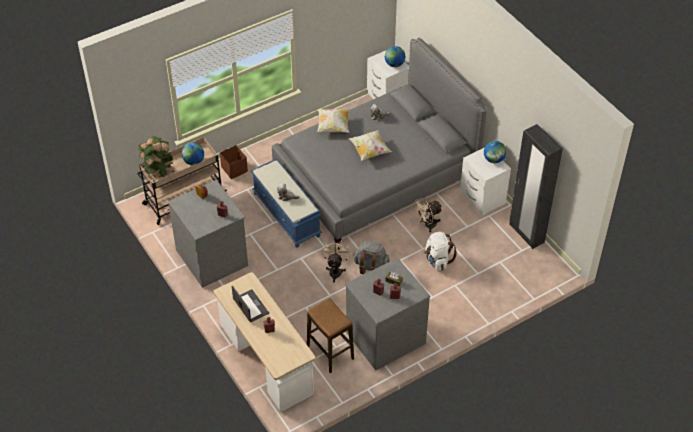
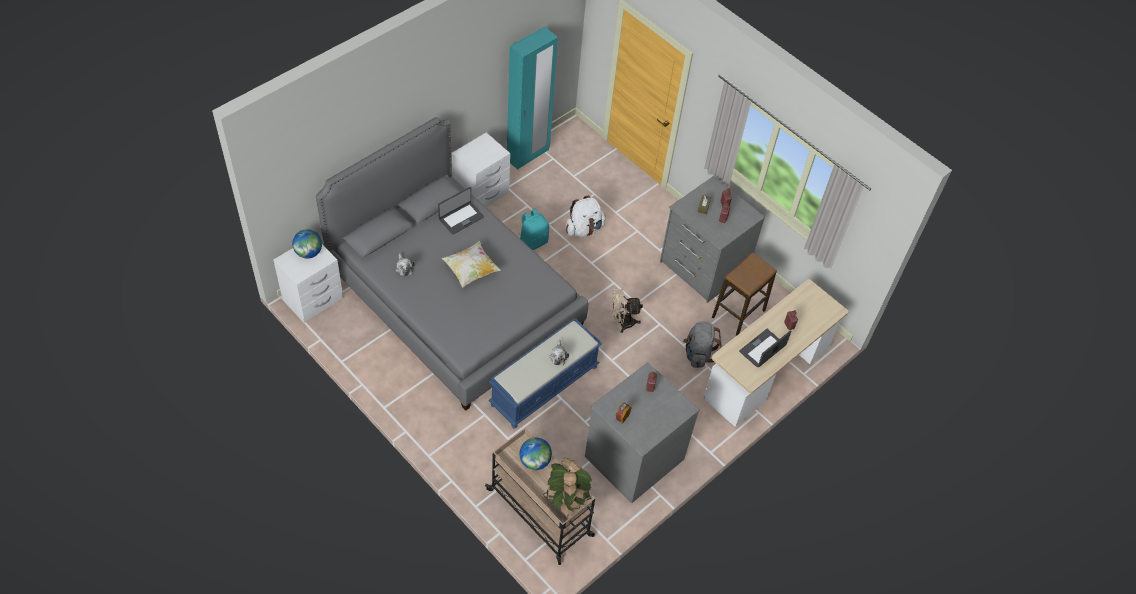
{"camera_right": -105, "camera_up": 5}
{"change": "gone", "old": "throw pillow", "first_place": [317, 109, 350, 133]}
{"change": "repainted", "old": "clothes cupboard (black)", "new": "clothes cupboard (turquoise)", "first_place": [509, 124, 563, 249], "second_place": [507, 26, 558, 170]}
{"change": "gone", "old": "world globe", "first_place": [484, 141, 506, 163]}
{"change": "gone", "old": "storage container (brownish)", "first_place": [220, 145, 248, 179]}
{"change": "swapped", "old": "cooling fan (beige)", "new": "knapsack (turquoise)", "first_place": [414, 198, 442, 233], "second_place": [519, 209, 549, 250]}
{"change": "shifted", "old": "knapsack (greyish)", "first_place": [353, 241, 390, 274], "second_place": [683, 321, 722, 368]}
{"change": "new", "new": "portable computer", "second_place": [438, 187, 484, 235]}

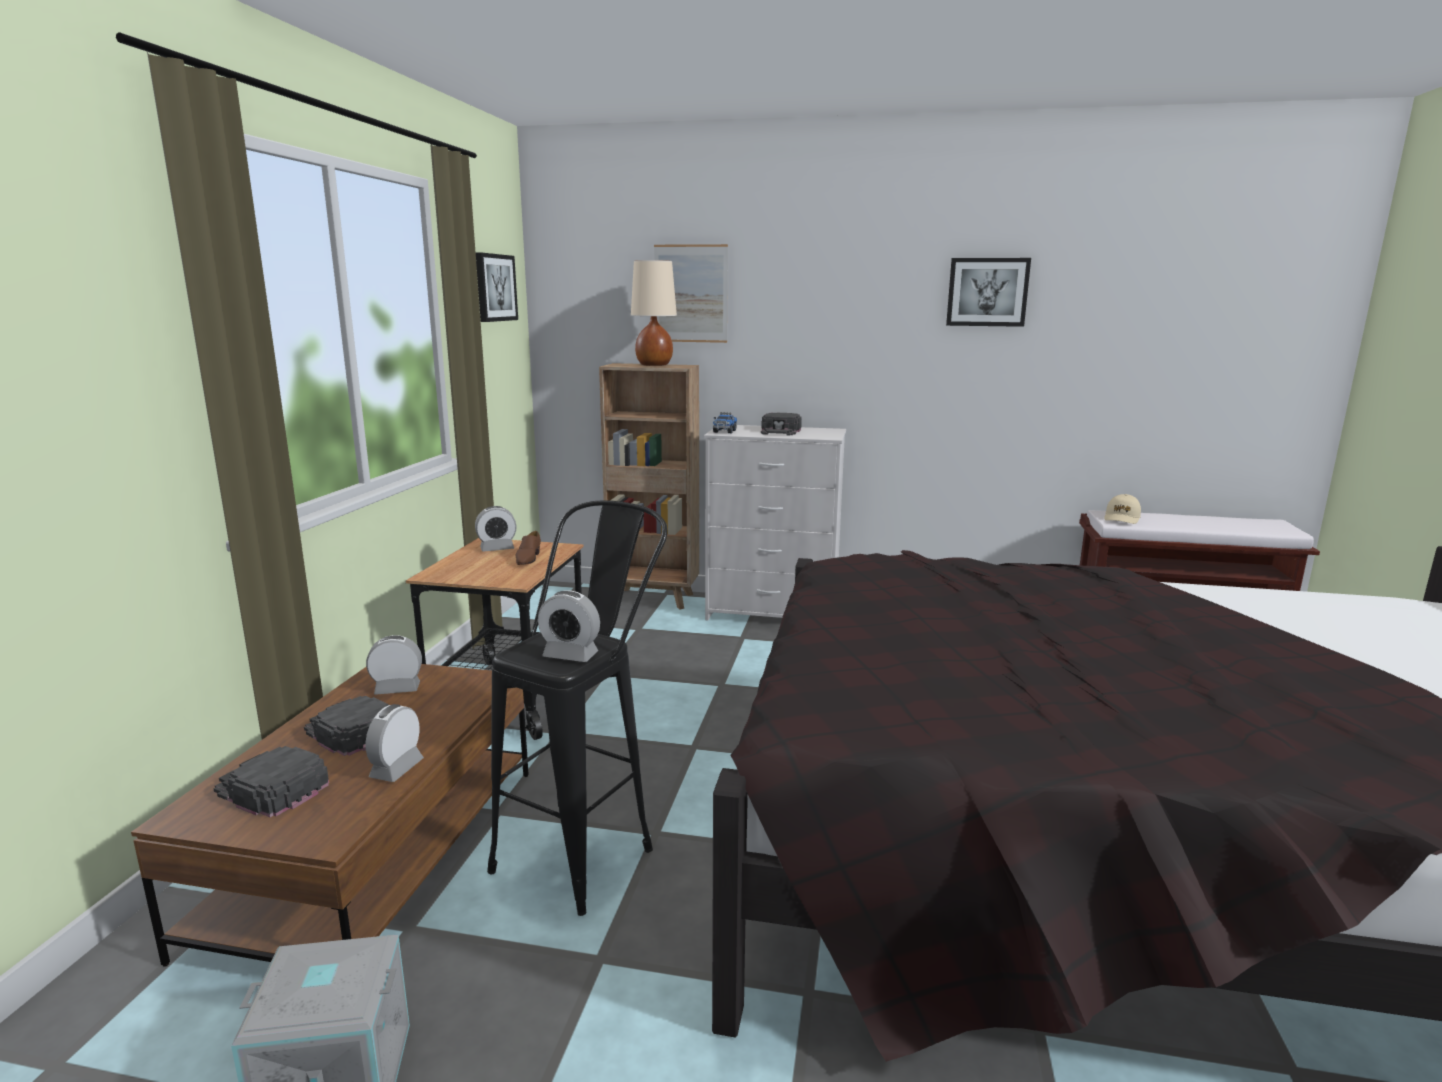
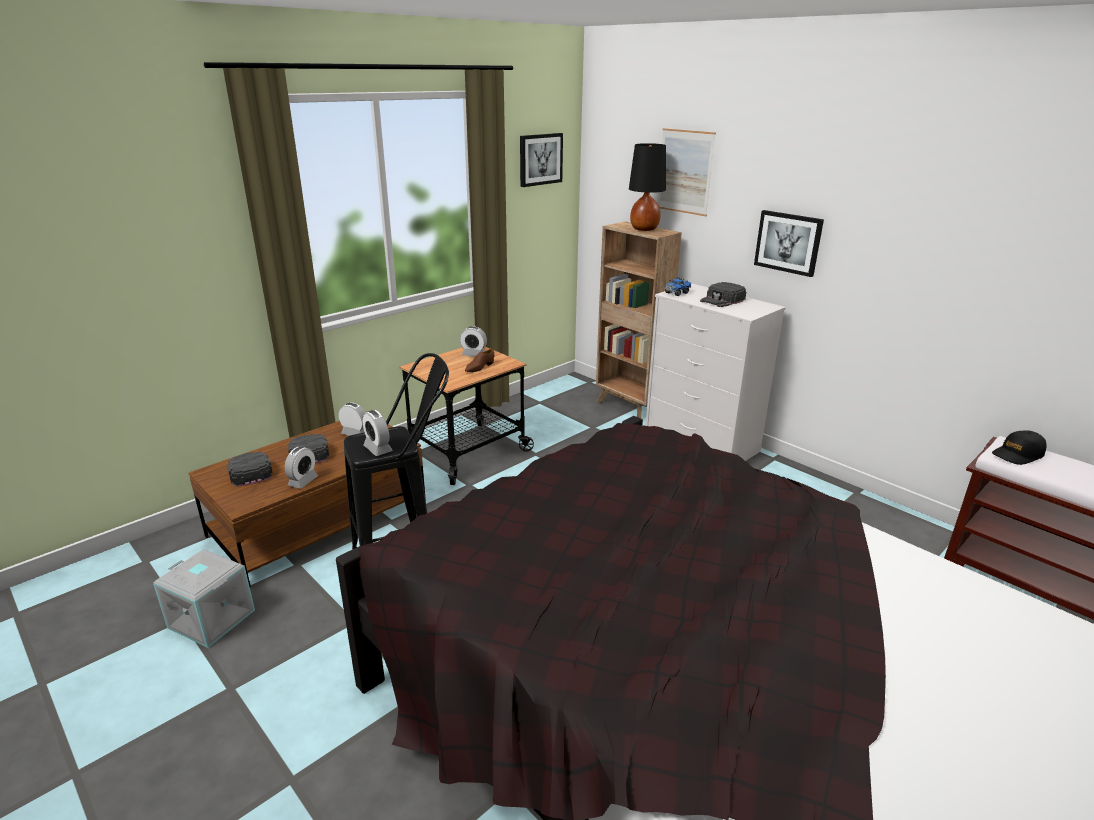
{"camera_right": 35, "camera_up": 10}
{"change": "shifted", "old": "wall picture", "first_place": [946, 258, 1031, 327], "second_place": [754, 210, 824, 277]}
{"change": "repainted", "old": "table lamp (beige)", "new": "table lamp (black)", "first_place": [631, 260, 677, 366], "second_place": [629, 143, 666, 231]}
{"change": "repainted", "old": "baseball cap (beige)", "new": "baseball cap (black)", "first_place": [1104, 494, 1141, 524], "second_place": [992, 430, 1047, 465]}
{"change": "rotated", "old": "alarm clock", "first_place": [365, 704, 424, 782], "second_place": [285, 447, 318, 489], "degrees": 150}

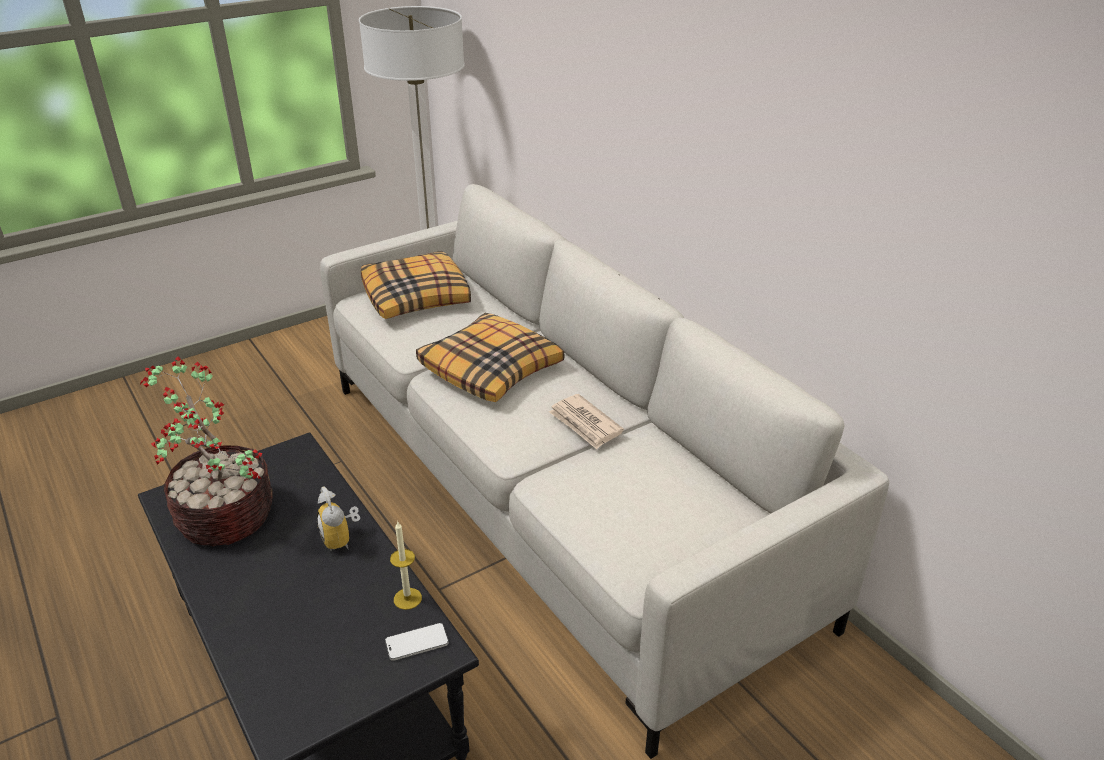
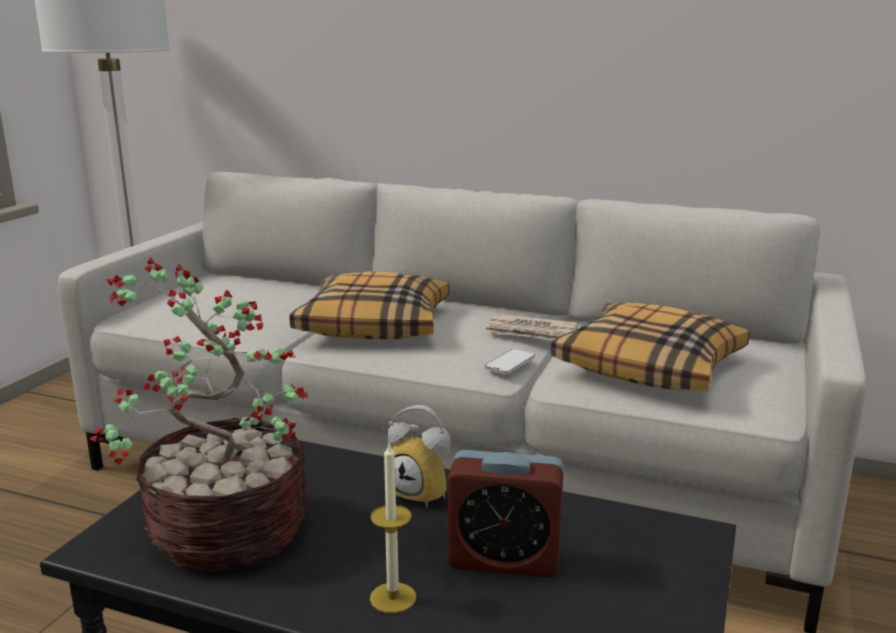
{"camera_right": -35, "camera_up": -15}
{"change": "shifted", "old": "throw pillow", "first_place": [361, 251, 471, 319], "second_place": [551, 303, 750, 391]}
{"change": "shifted", "old": "candle", "first_place": [390, 522, 422, 610], "second_place": [370, 444, 416, 613]}
{"change": "shifted", "old": "phone", "first_place": [385, 623, 449, 661], "second_place": [485, 349, 535, 374]}
{"change": "new", "new": "alarm clock", "second_place": [448, 450, 564, 578]}

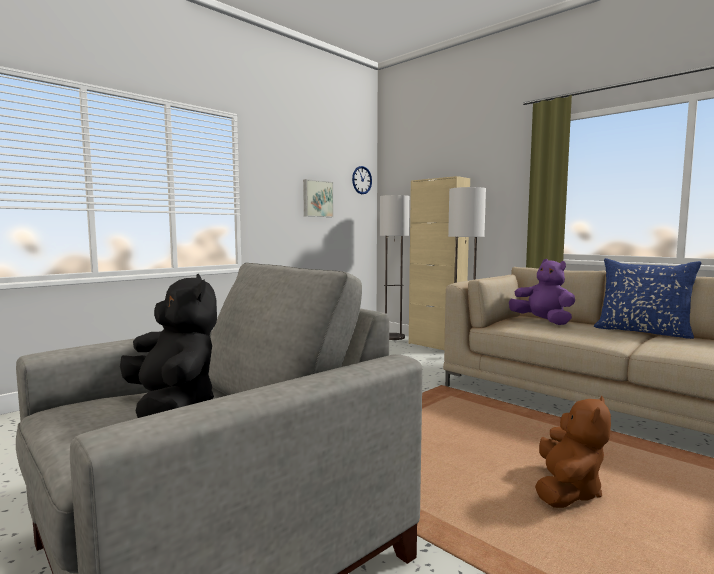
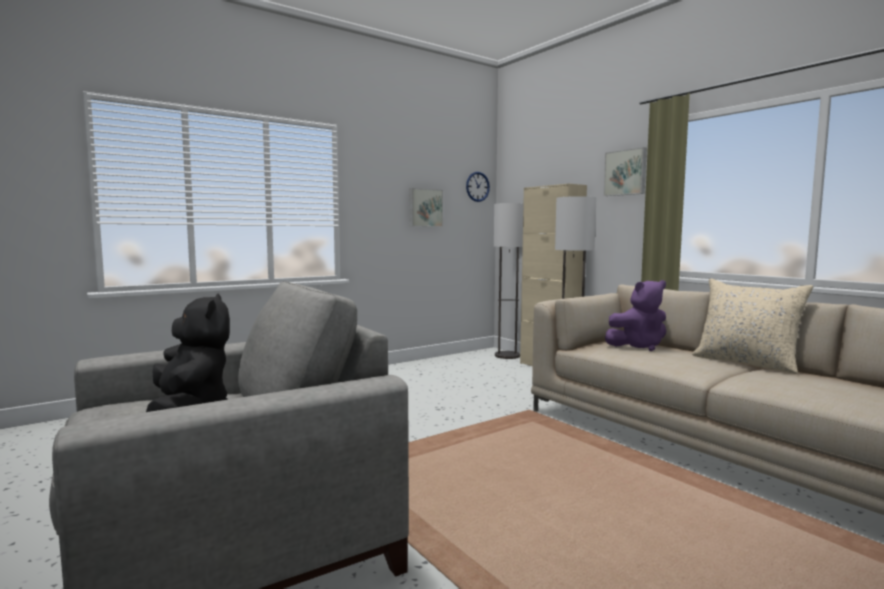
{"camera_right": 10, "camera_up": 0}
{"change": "repainted", "old": "throw pillow (bluish)", "new": "throw pillow (beige)", "first_place": [594, 258, 701, 339], "second_place": [692, 279, 813, 374]}
{"change": "rotated", "old": "cuddly toy (purple)", "first_place": [509, 259, 575, 325], "second_place": [605, 280, 666, 351], "degrees": 105}
{"change": "gone", "old": "cuddly toy (brownish)", "first_place": [535, 396, 611, 508]}
{"change": "new", "new": "wall picture", "second_place": [604, 147, 647, 196]}

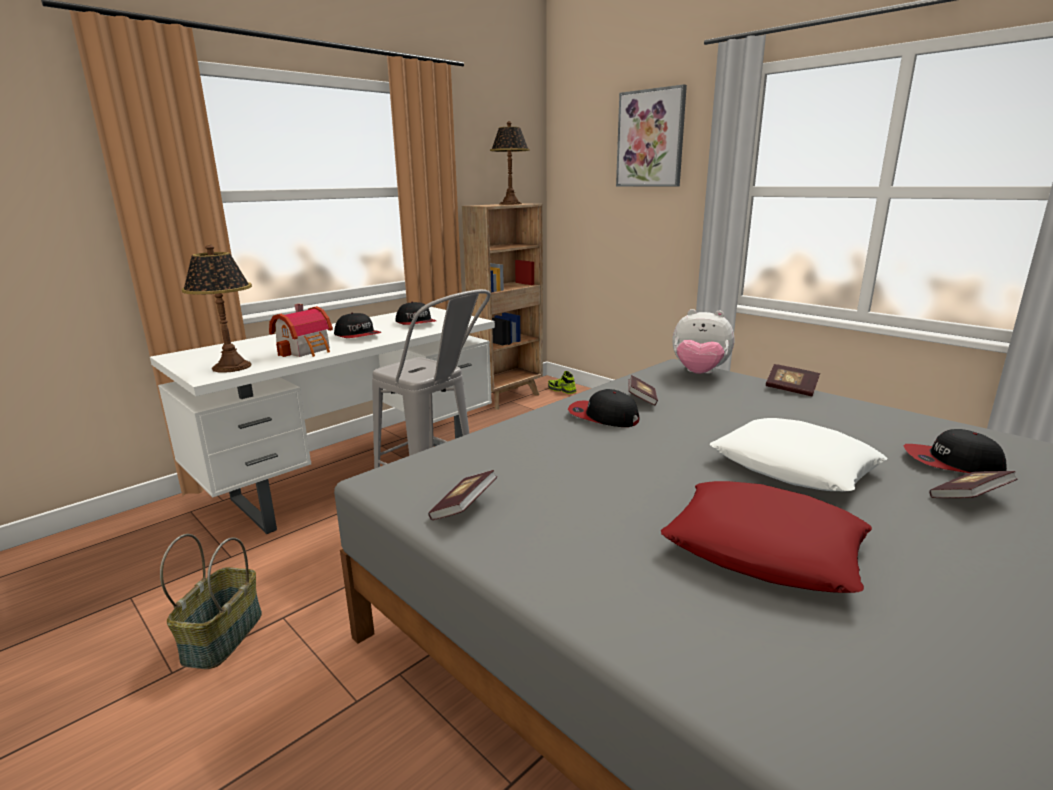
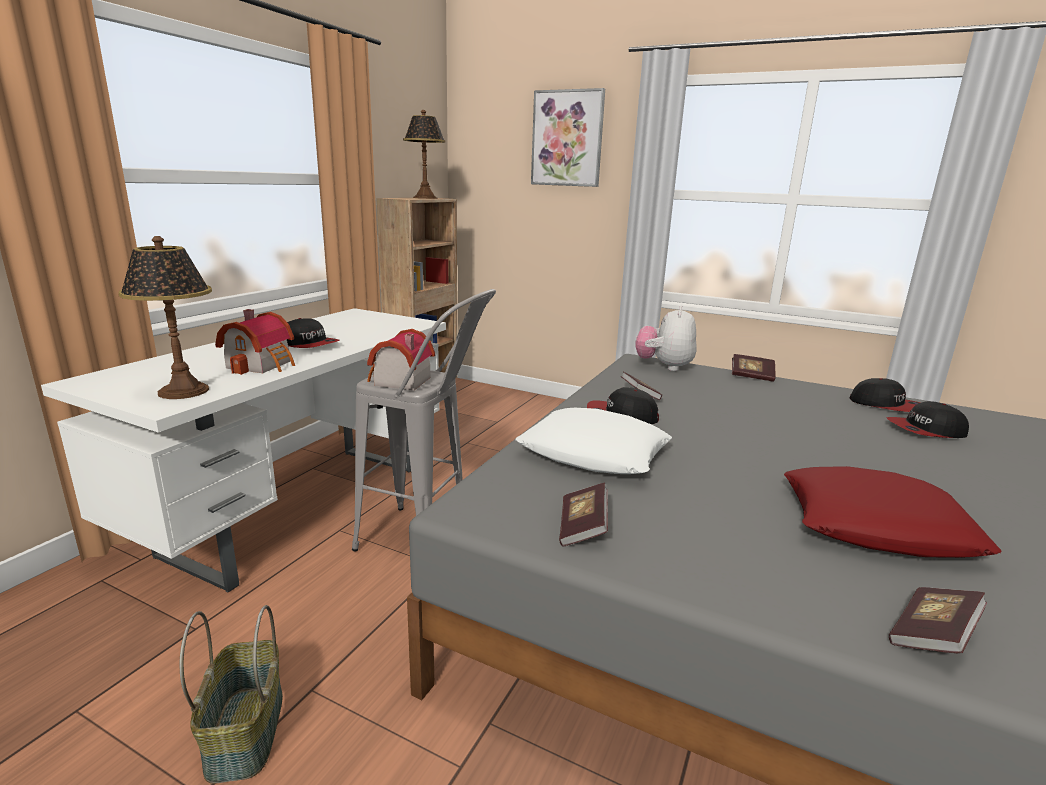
{"camera_right": -20, "camera_up": 0}
{"change": "shifted", "old": "baseball cap", "first_place": [395, 302, 436, 325], "second_place": [850, 378, 920, 412]}
{"change": "rotated", "old": "cuddly toy", "first_place": [673, 309, 734, 374], "second_place": [635, 306, 697, 371], "degrees": 105}
{"change": "gone", "old": "item of footwear", "first_place": [548, 371, 576, 394]}
{"change": "shifted", "old": "throw pillow (whitish)", "first_place": [710, 418, 888, 491], "second_place": [516, 408, 672, 474]}
{"change": "shifted", "old": "bound book", "first_place": [929, 471, 1017, 498], "second_place": [889, 587, 987, 653]}
{"change": "new", "new": "model house", "second_place": [367, 329, 435, 390]}

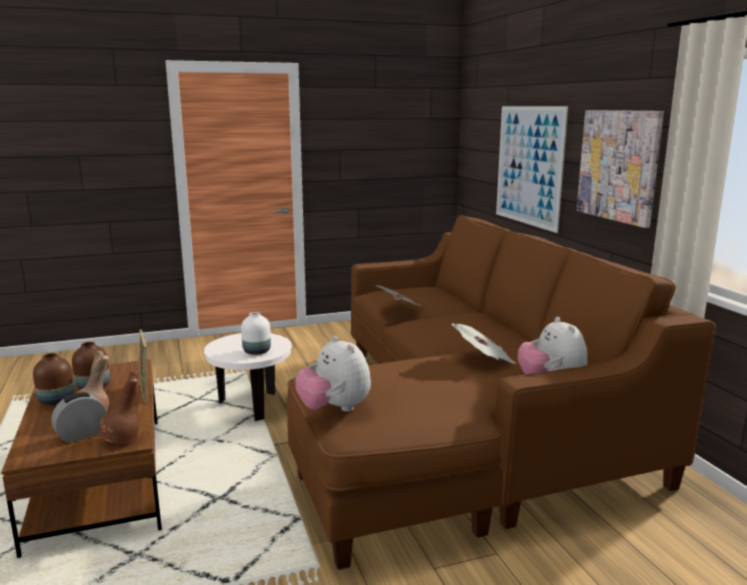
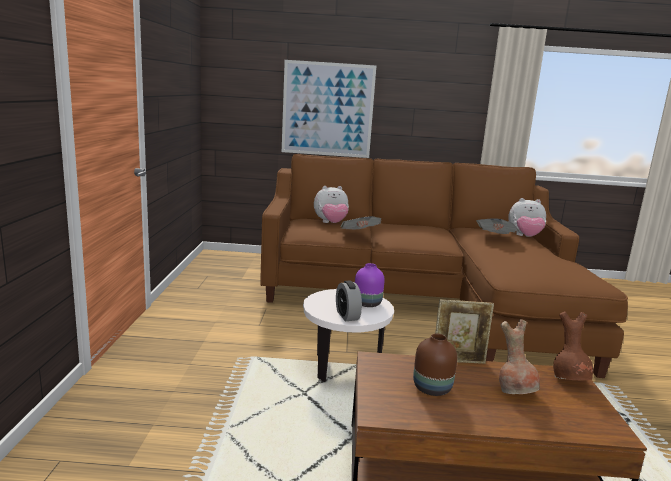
{"camera_right": -70, "camera_up": 0}
{"change": "gone", "old": "wall picture", "first_place": [576, 110, 664, 228]}
{"change": "repainted", "old": "vase (whitish)", "new": "vase (purple)", "first_place": [241, 312, 271, 355], "second_place": [355, 263, 384, 307]}
{"change": "shifted", "old": "cuddly toy", "first_place": [296, 336, 371, 412], "second_place": [314, 186, 349, 223]}
{"change": "gone", "old": "vase (brownish)", "first_place": [33, 353, 74, 405]}
{"change": "shifted", "old": "alarm clock", "first_place": [51, 392, 107, 443], "second_place": [336, 281, 362, 321]}

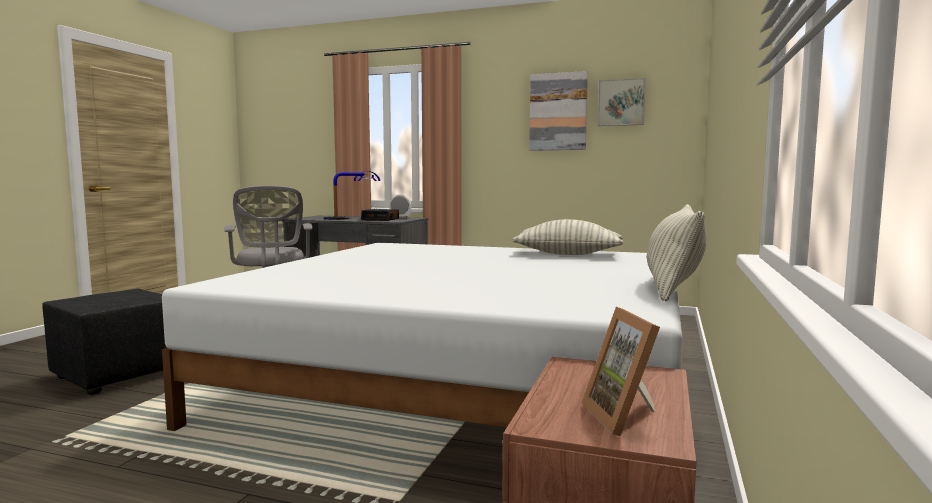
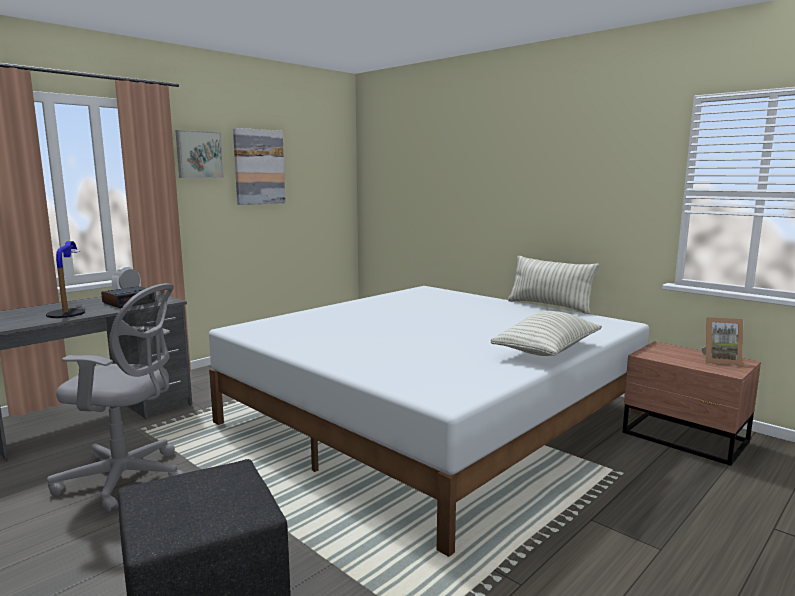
{"camera_right": -65, "camera_up": 5}
{"change": "shifted", "old": "wall picture", "first_place": [598, 78, 646, 126], "second_place": [175, 130, 224, 178]}
{"change": "shifted", "old": "throw pillow", "first_place": [512, 219, 623, 255], "second_place": [491, 311, 602, 356]}

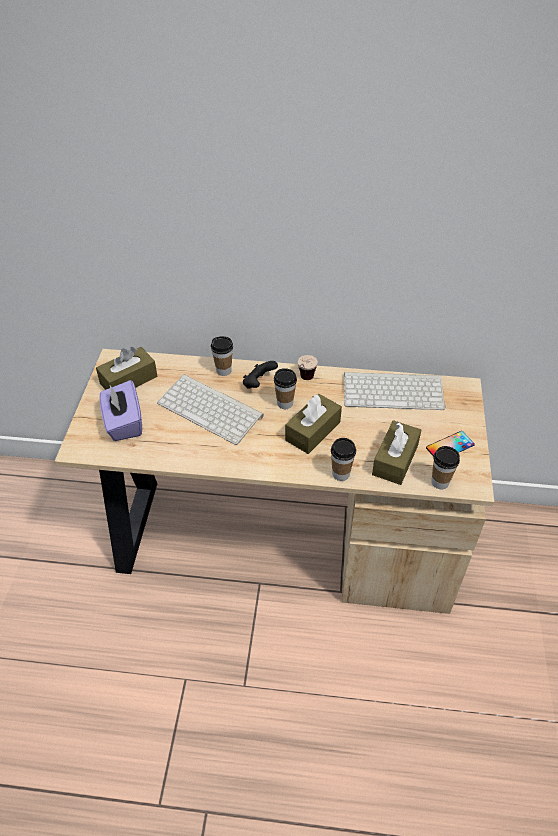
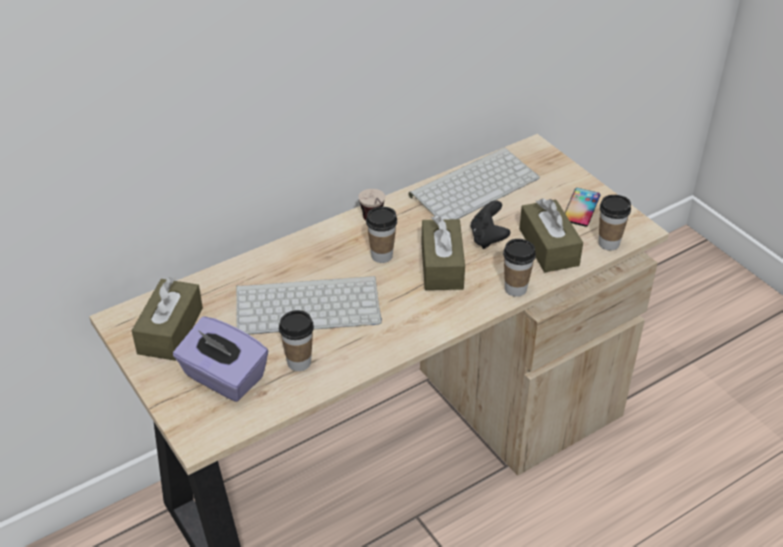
{"camera_right": -40, "camera_up": -5}
{"change": "shifted", "old": "small cup", "first_place": [211, 336, 233, 376], "second_place": [279, 310, 314, 371]}
{"change": "shifted", "old": "gamepad (black)", "first_place": [243, 361, 278, 389], "second_place": [470, 200, 510, 249]}

